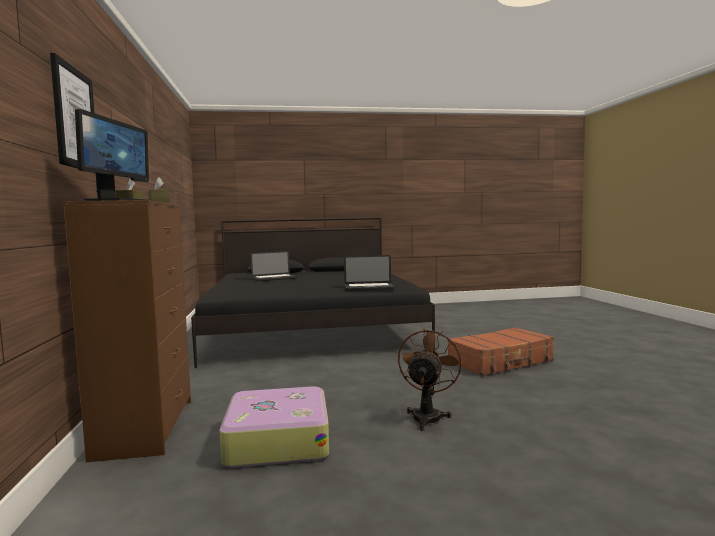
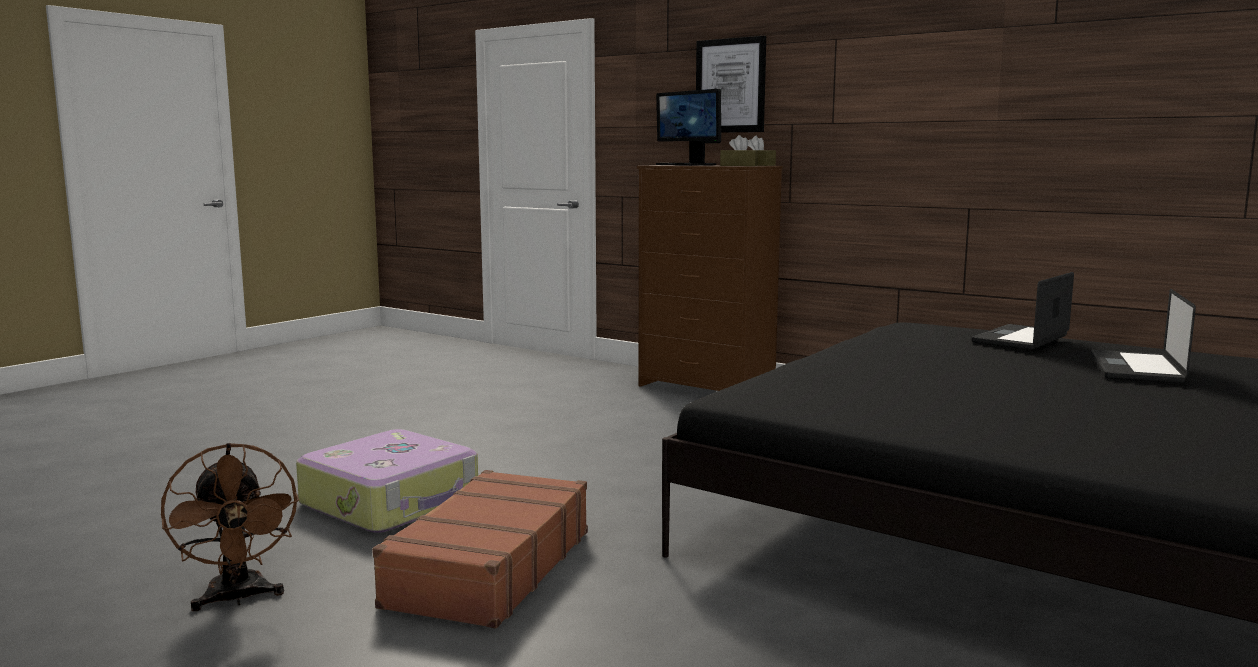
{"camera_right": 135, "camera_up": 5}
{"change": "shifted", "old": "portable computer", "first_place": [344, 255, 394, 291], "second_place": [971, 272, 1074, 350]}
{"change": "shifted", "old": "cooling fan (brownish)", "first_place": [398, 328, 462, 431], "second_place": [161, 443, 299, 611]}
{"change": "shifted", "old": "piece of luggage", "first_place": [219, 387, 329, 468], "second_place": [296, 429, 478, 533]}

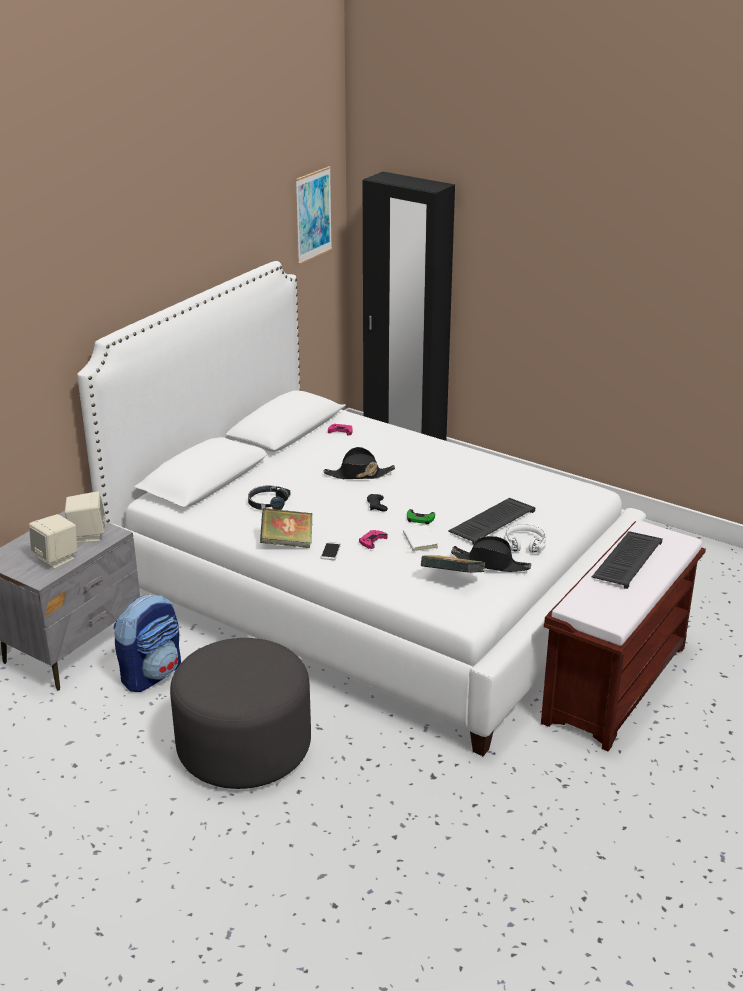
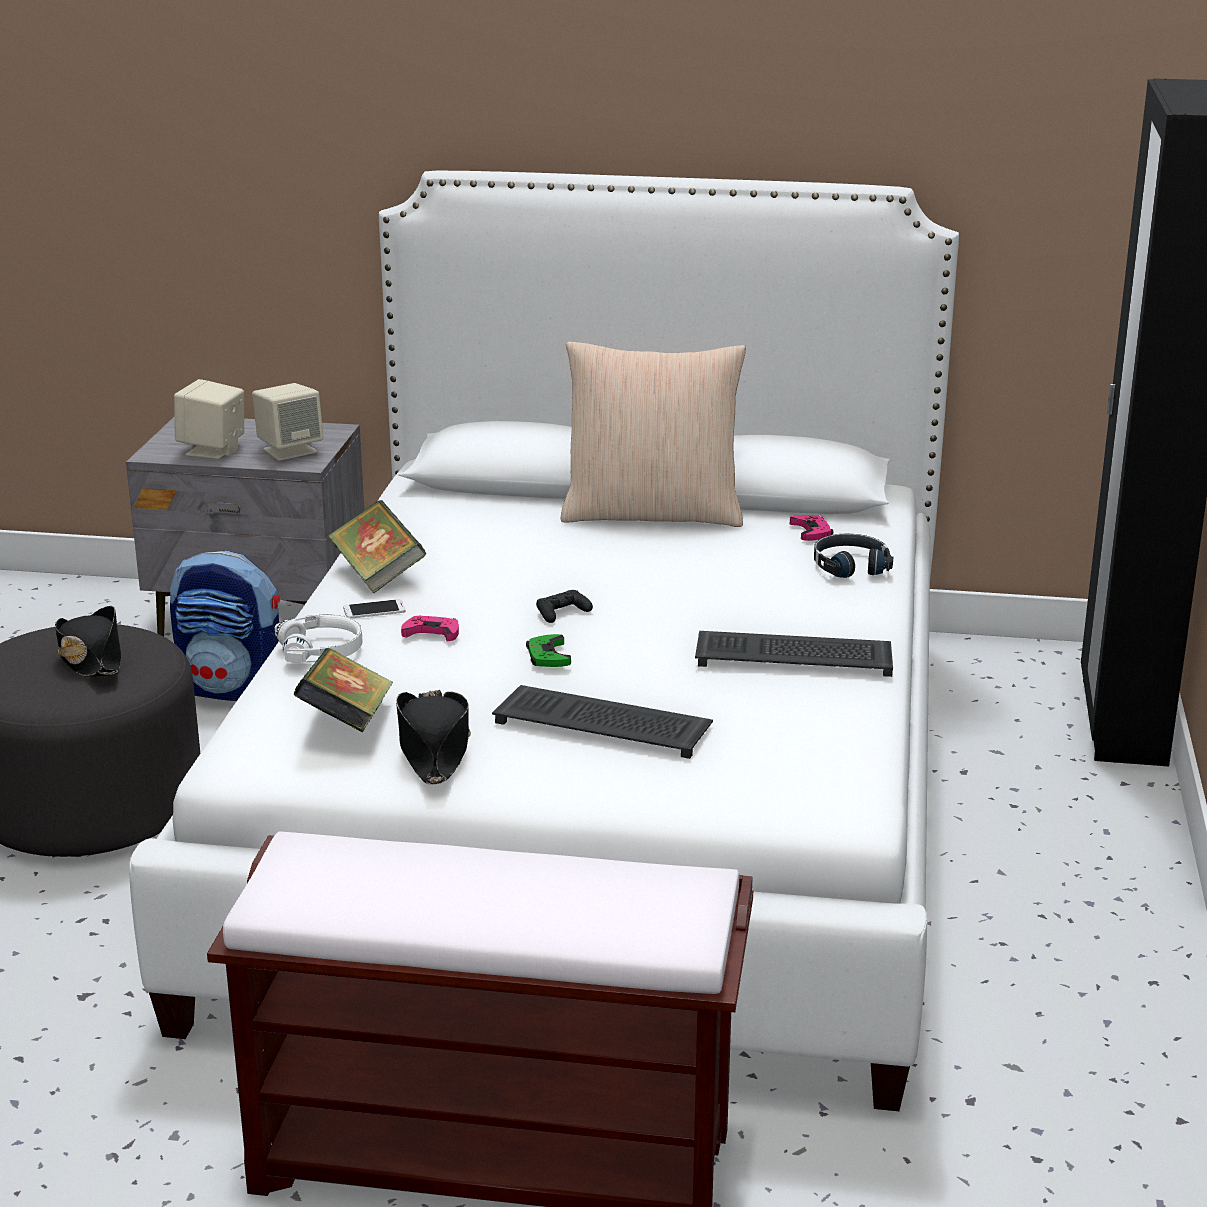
{"camera_right": 65, "camera_up": -5}
{"change": "gone", "old": "wall picture", "first_place": [295, 166, 332, 265]}
{"change": "shifted", "old": "clothing hat (black)", "first_place": [324, 447, 395, 479], "second_place": [55, 606, 121, 677]}
{"change": "shifted", "old": "headphones (black)", "first_place": [248, 486, 290, 510], "second_place": [814, 534, 894, 578]}
{"change": "shifted", "old": "headphones (whitish)", "first_place": [505, 524, 546, 553], "second_place": [275, 614, 363, 663]}
{"change": "gone", "old": "bound book (whitish)", "first_place": [403, 525, 438, 552]}
{"change": "shifted", "old": "computer keyboard", "first_place": [592, 531, 663, 589], "second_place": [695, 631, 893, 677]}
{"change": "new", "new": "throw pillow (beige)", "second_place": [561, 341, 746, 527]}

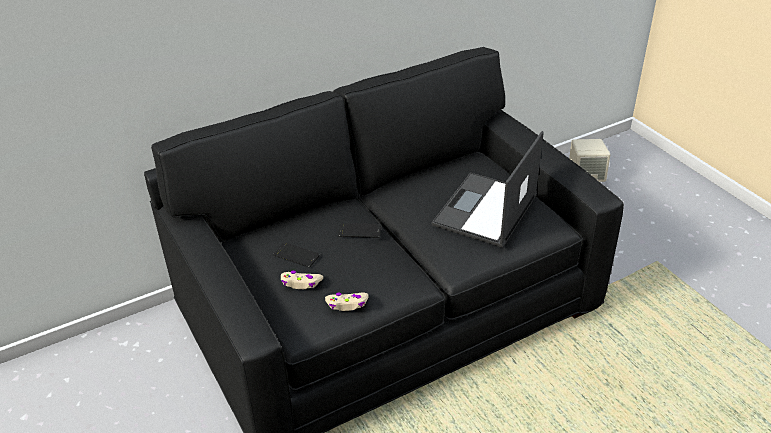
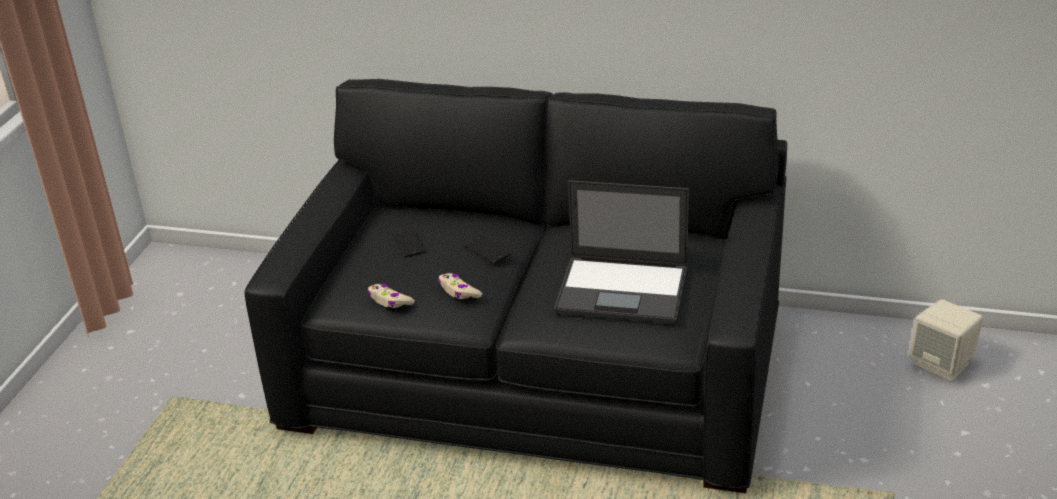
{"camera_right": 45, "camera_up": -5}
{"change": "rotated", "old": "portable computer", "first_place": [432, 131, 544, 248], "second_place": [554, 180, 689, 324], "degrees": -150}
{"change": "shifted", "old": "gamepad (beige)", "first_place": [281, 271, 323, 289], "second_place": [438, 273, 482, 299]}

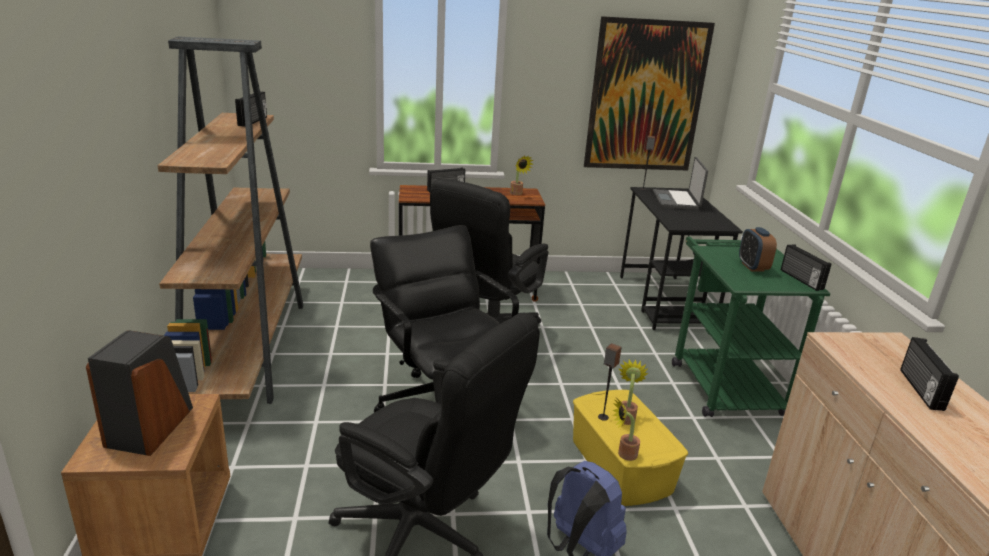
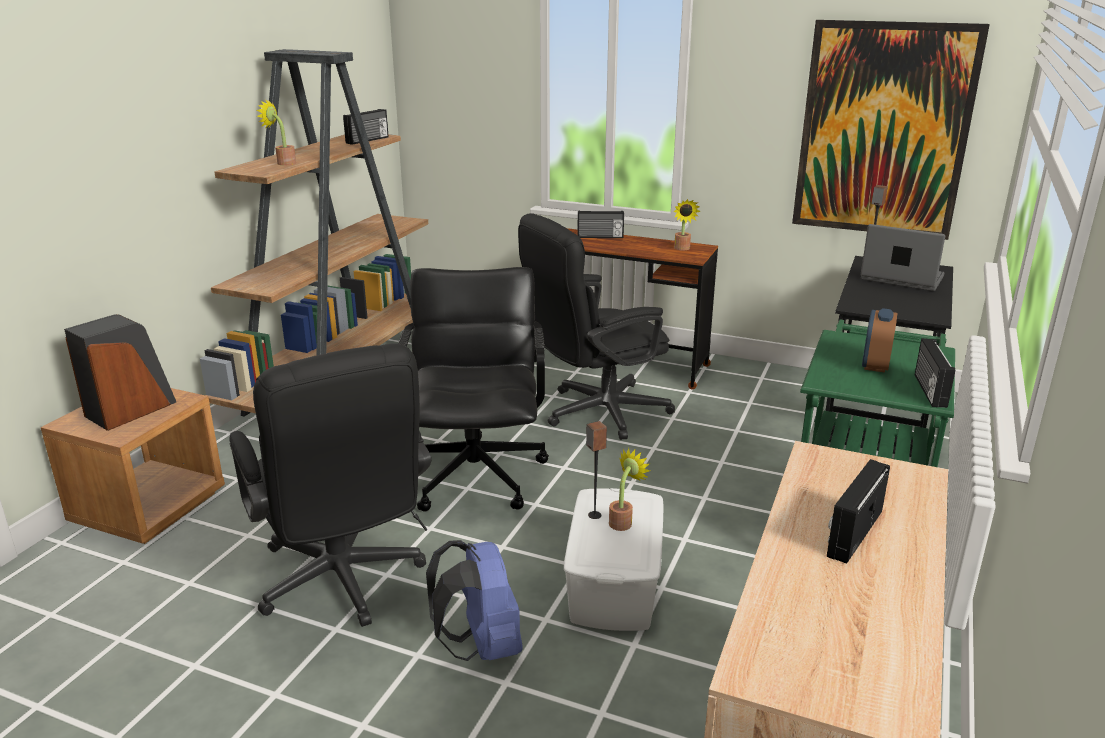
{"camera_right": 30, "camera_up": 0}
{"change": "rotated", "old": "portable computer", "first_place": [653, 157, 708, 210], "second_place": [861, 224, 945, 291], "degrees": 90}
{"change": "repainted", "old": "storage container (yellowish)", "new": "storage container (whitish)", "first_place": [573, 390, 688, 506], "second_place": [564, 488, 663, 631]}
{"change": "shifted", "old": "houseplant", "first_place": [612, 399, 640, 461], "second_place": [257, 99, 296, 165]}

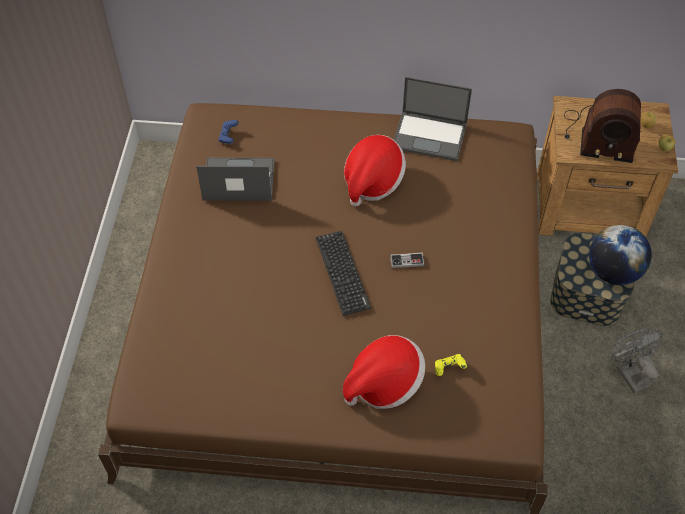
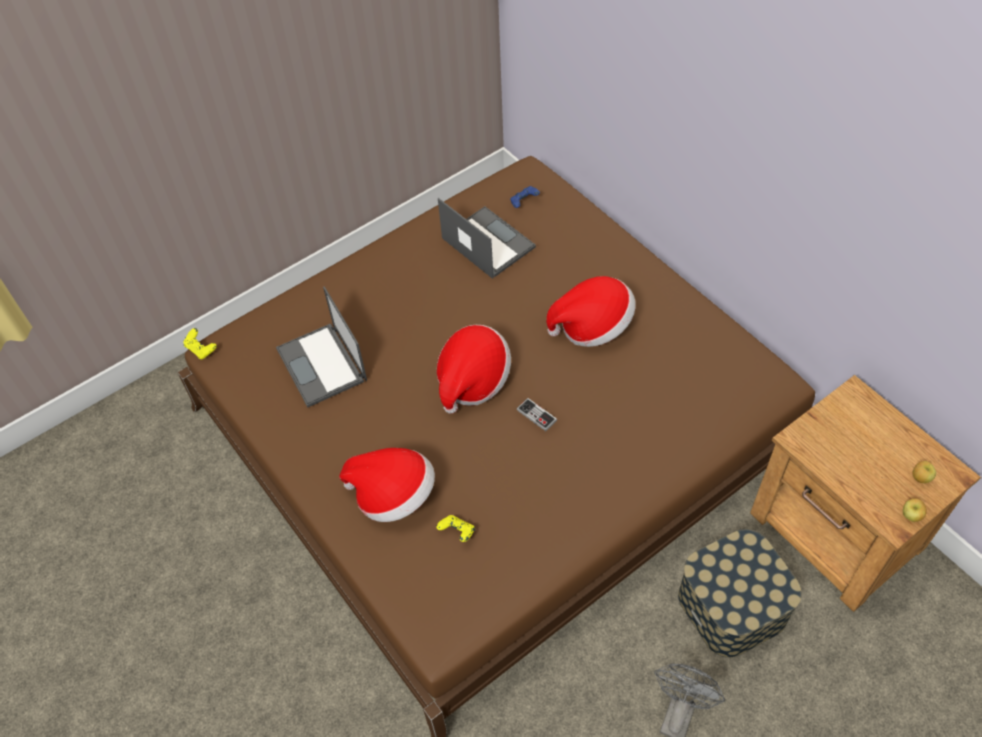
{"camera_right": 50, "camera_up": 0}
{"change": "shifted", "old": "portable computer", "first_place": [394, 77, 472, 161], "second_place": [276, 287, 367, 407]}
{"change": "gone", "old": "radio set", "first_place": [564, 89, 641, 163]}
{"change": "gone", "old": "world globe", "first_place": [589, 225, 652, 285]}
{"change": "swapped", "old": "computer keyboard", "new": "clothing hat", "first_place": [316, 231, 371, 316], "second_place": [437, 325, 511, 414]}
{"change": "new", "new": "gamepad (yellowish)", "second_place": [183, 328, 217, 359]}

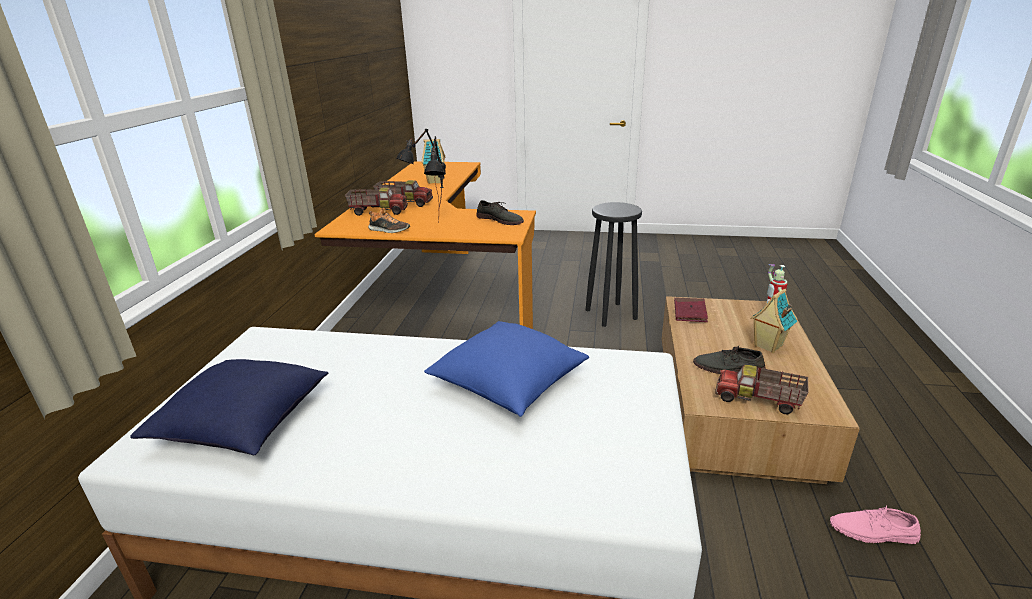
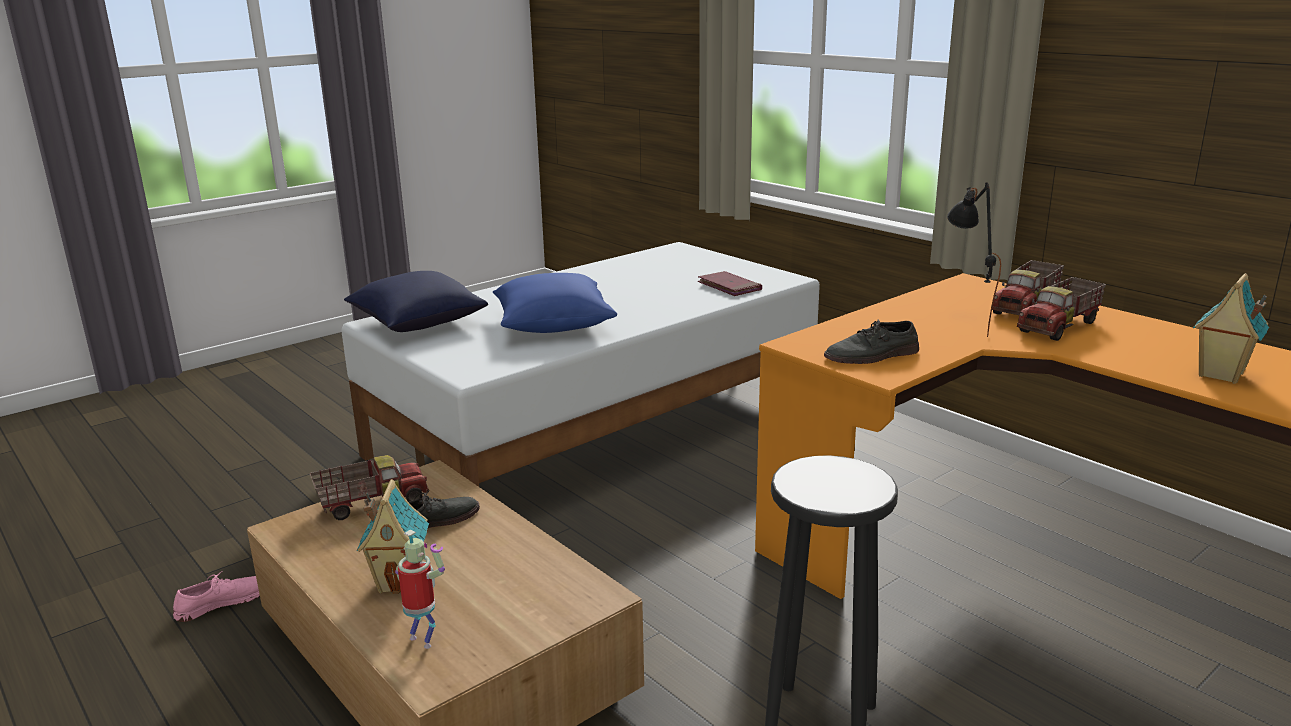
{"camera_right": 130, "camera_up": -5}
{"change": "gone", "old": "table lamp (black)", "first_place": [424, 136, 444, 223]}
{"change": "gone", "old": "item of footwear", "first_place": [368, 208, 410, 233]}
{"change": "shifted", "old": "bound book (red-coloured)", "first_place": [674, 297, 708, 322], "second_place": [698, 271, 762, 296]}
{"change": "shifted", "old": "throw pillow (bluish)", "first_place": [130, 359, 329, 455], "second_place": [344, 271, 488, 332]}

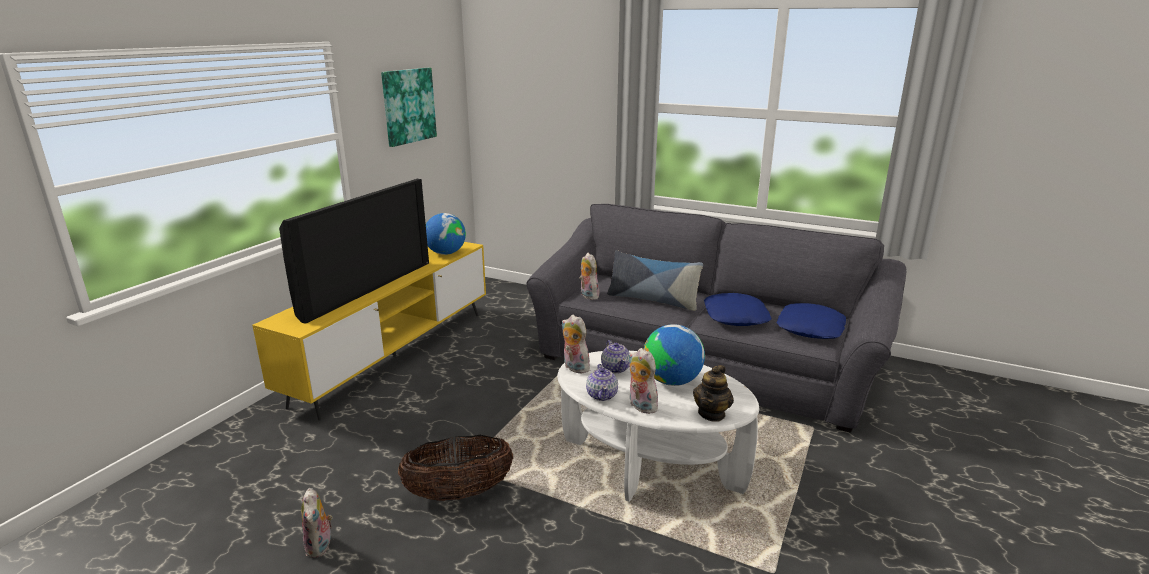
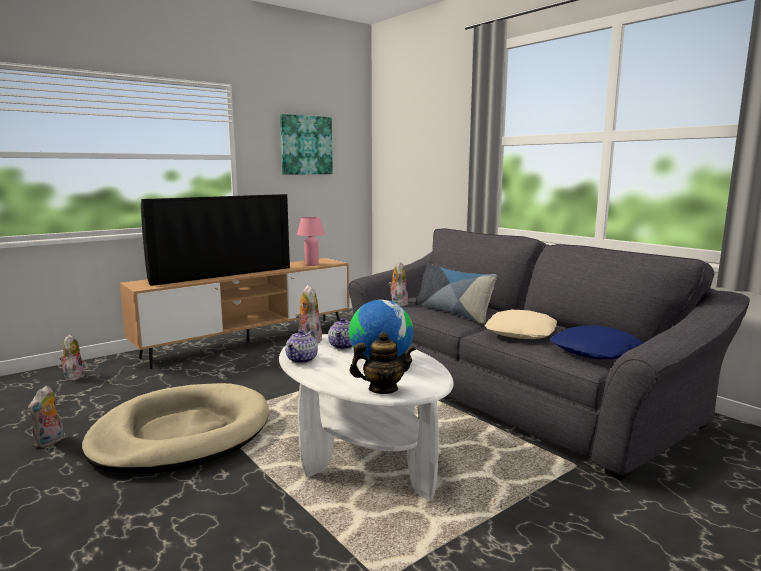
{"camera_right": 25, "camera_up": -10}
{"change": "swapped", "old": "world globe", "new": "table lamp (pink-coloured)", "first_place": [426, 213, 466, 255], "second_place": [297, 217, 325, 266]}
{"change": "repainted", "old": "tv stand (yellowish)", "new": "tv stand (brownish)", "first_place": [252, 242, 486, 420], "second_place": [120, 258, 349, 369]}
{"change": "repainted", "old": "throw pillow (bluish)", "new": "throw pillow (beige)", "first_place": [704, 293, 771, 326], "second_place": [485, 310, 557, 339]}
{"change": "shifted", "old": "cuddly toy", "first_place": [629, 348, 658, 414], "second_place": [59, 334, 84, 381]}
{"change": "rotated", "old": "teapot", "first_place": [693, 365, 734, 422], "second_place": [350, 332, 416, 394], "degrees": -150}
{"change": "swapped", "old": "basket", "new": "pet bed (beige)", "first_place": [398, 435, 513, 501], "second_place": [82, 383, 269, 474]}

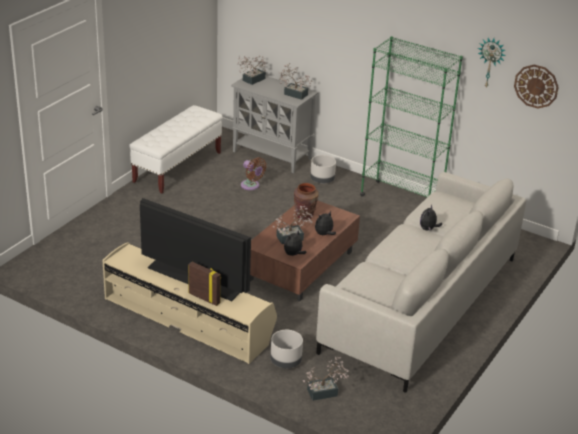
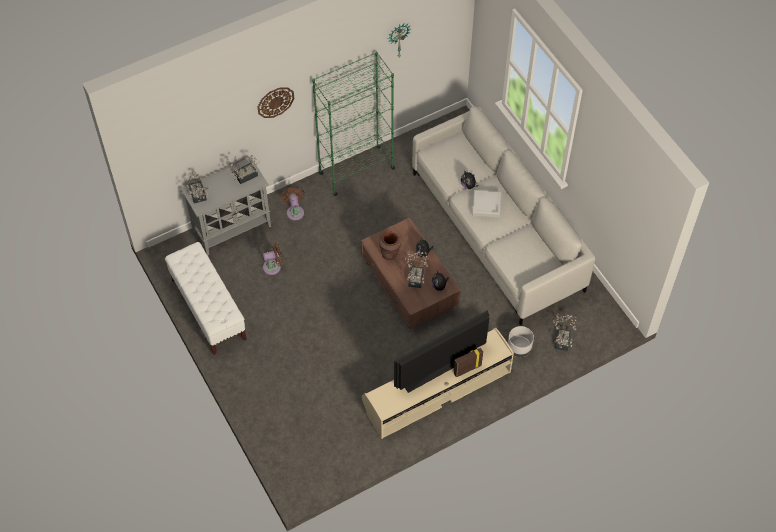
{"camera_right": -60, "camera_up": 25}
{"change": "shifted", "old": "wall clock", "first_place": [514, 64, 559, 109], "second_place": [258, 88, 294, 118]}
{"change": "swapped", "old": "planter (greyish)", "new": "cooling fan (brownish)", "first_place": [310, 155, 336, 183], "second_place": [281, 186, 305, 221]}
{"change": "new", "new": "carrying tray (greyish)", "second_place": [472, 190, 501, 218]}

